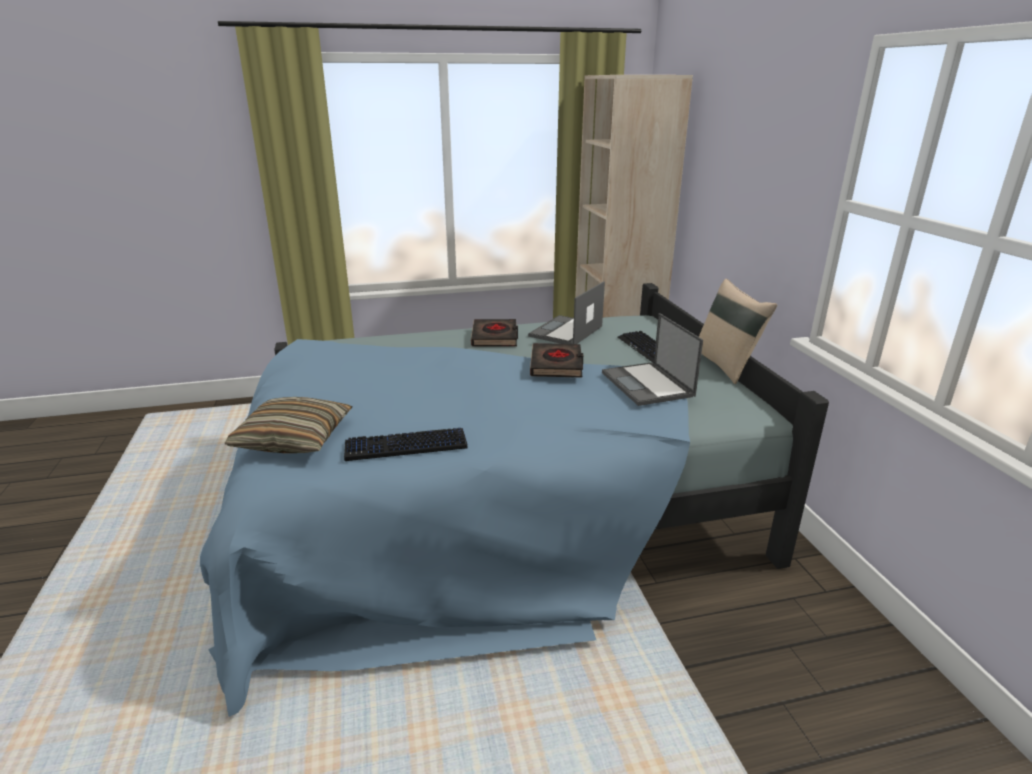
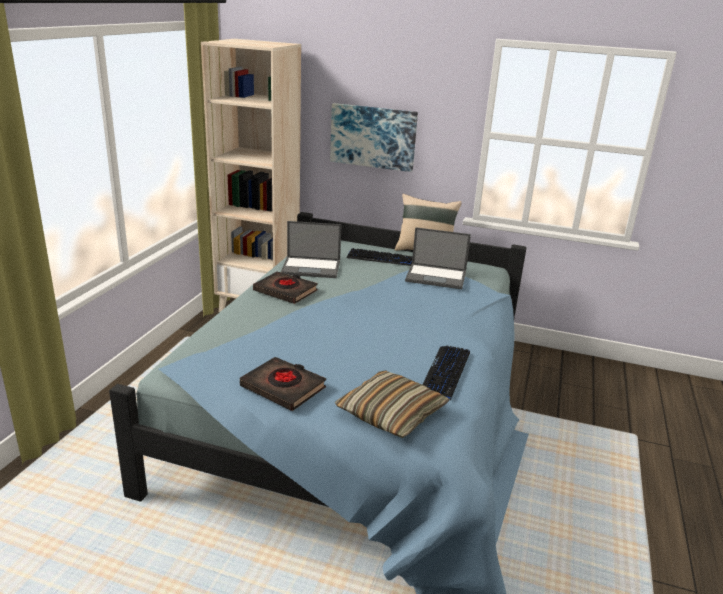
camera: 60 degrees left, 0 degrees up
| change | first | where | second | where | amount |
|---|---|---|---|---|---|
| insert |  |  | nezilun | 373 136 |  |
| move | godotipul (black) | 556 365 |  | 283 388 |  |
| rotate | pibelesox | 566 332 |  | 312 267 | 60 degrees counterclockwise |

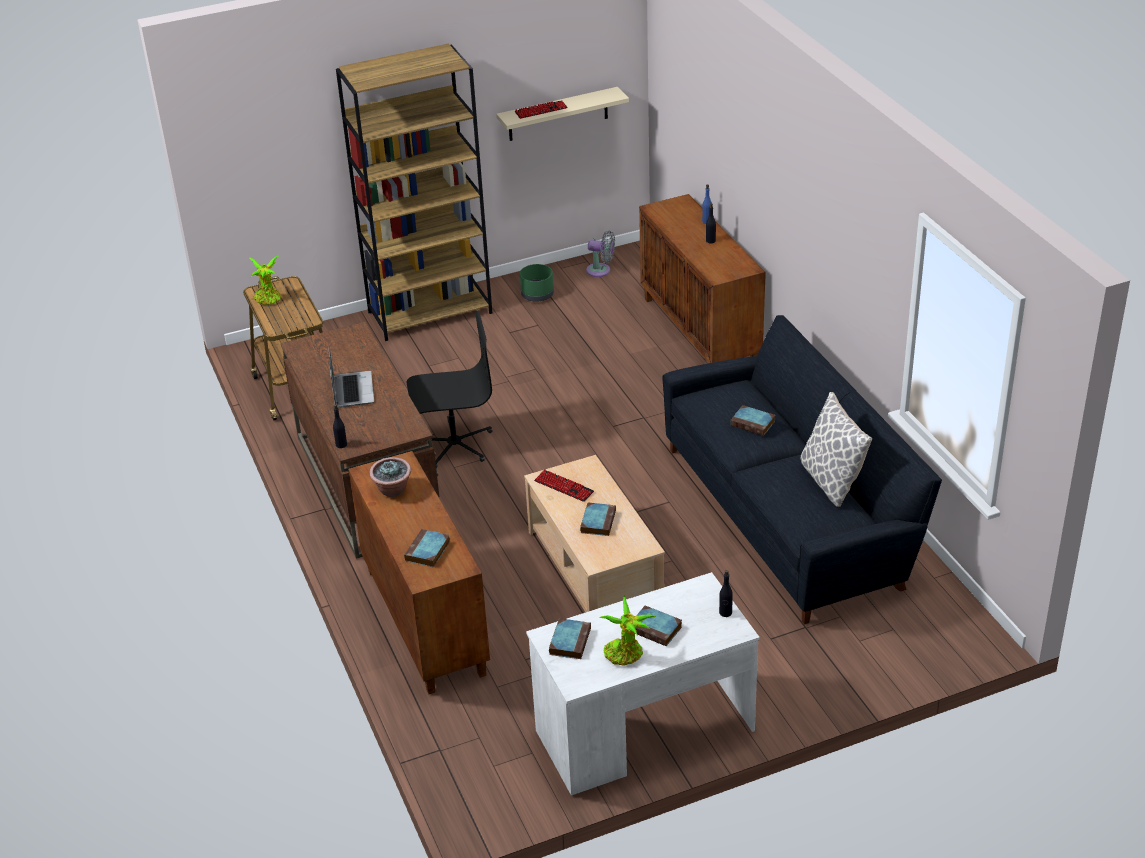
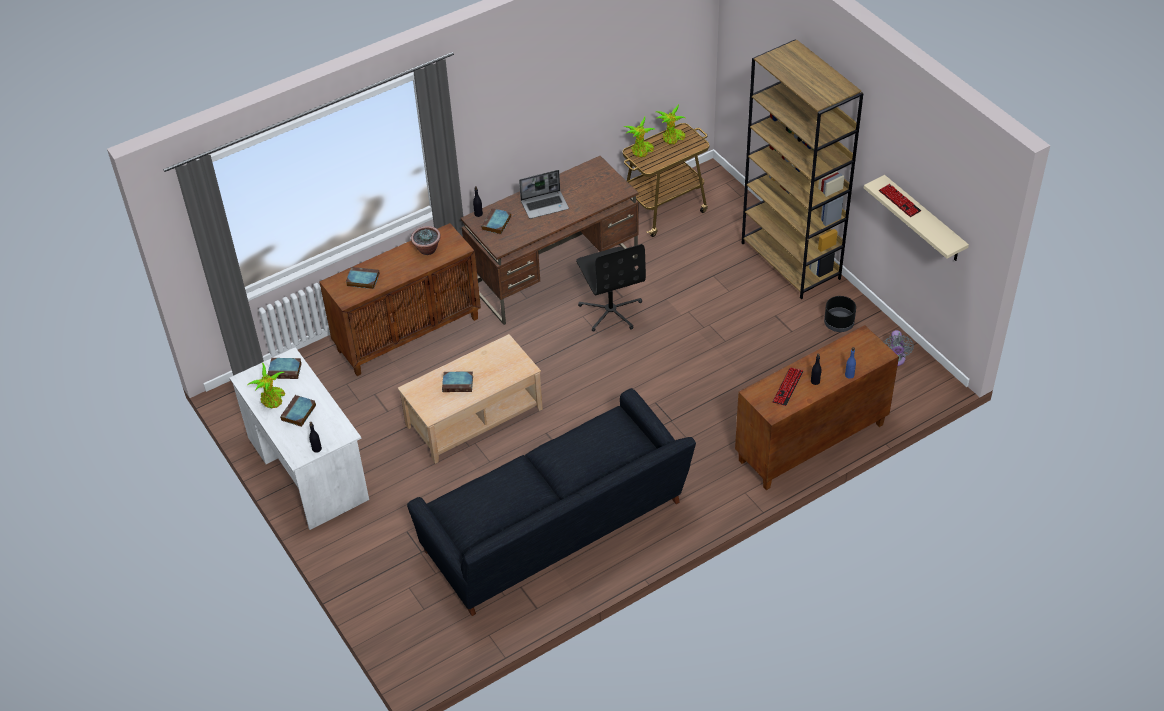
camera: 80 degrees right, 10 degrees up
| change | first | where | second | where | amount |
|---|---|---|---|---|---|
| delete | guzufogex | 831 480 |  |  |  |
| insert |  |  | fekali | 641 151 |  |
| move | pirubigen | 564 487 |  | 788 387 |  |
| move | godotipul | 753 423 |  | 496 224 |  |
| recolor | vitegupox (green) | 537 295 | vitegupox (black) | 839 323 |  |

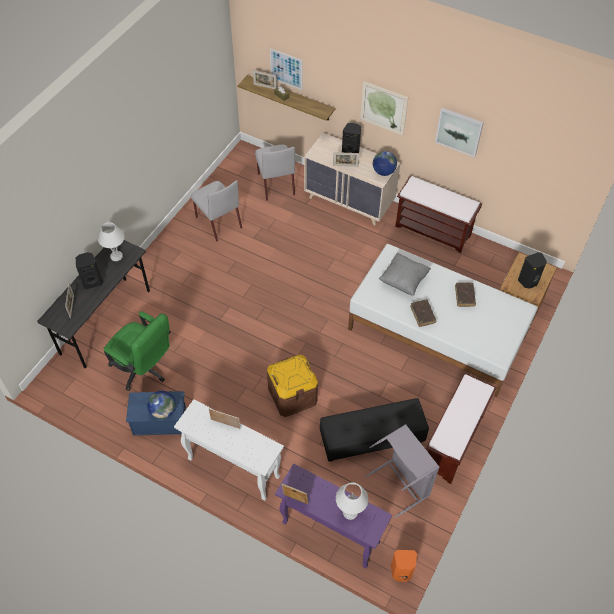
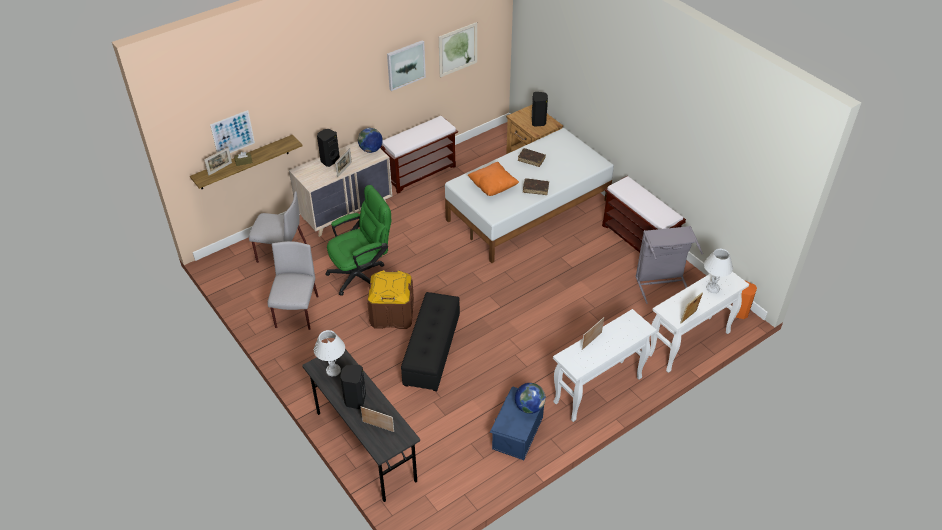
camera: 65 degrees left, 10 degrees down
| change | first | where | second | where | amount |
|---|---|---|---|---|---|
| move | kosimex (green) | 144 369 |  | 362 274 |  |
| move | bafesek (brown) | 292 395 |  | 392 314 |  |
| move | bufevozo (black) | 372 436 |  | 431 351 |  |
| move | nezilun | 383 108 |  | 458 49 |  |
| recolor | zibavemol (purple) | 329 532 | zibavemol (white) | 689 344 |  |
| recolor | guzufogex (grey) | 403 280 | guzufogex (orange) | 493 187 |  |
| rotate | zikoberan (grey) | 218 222 |  | 297 313 | 75 degrees counterclockwise |

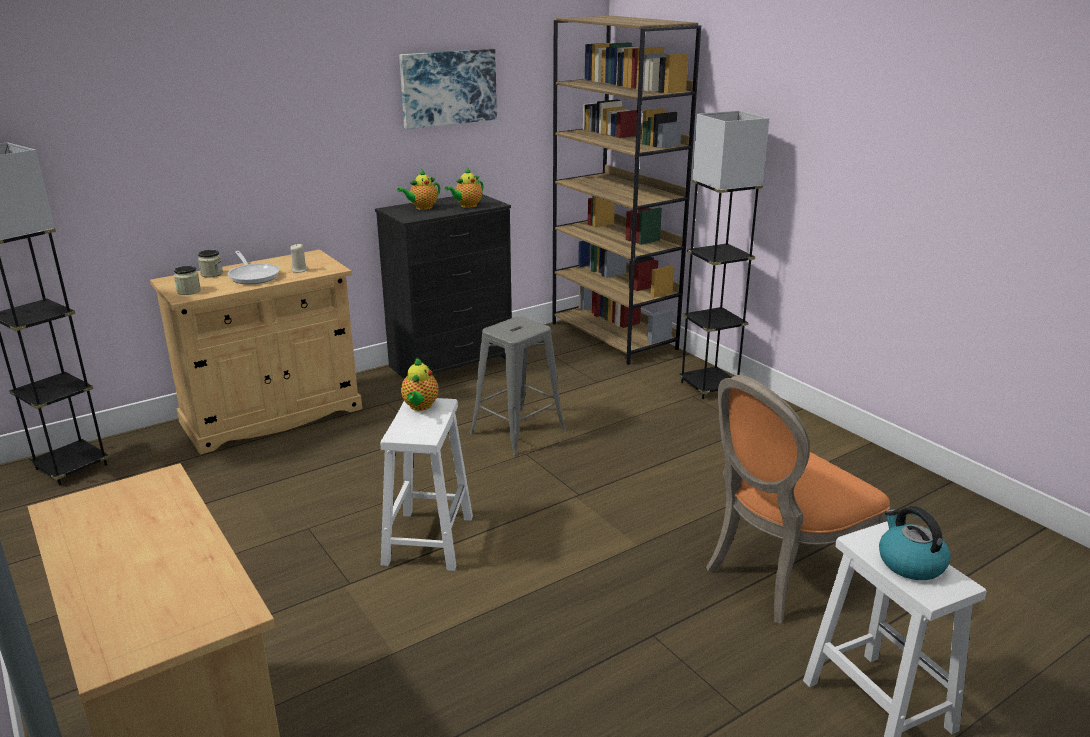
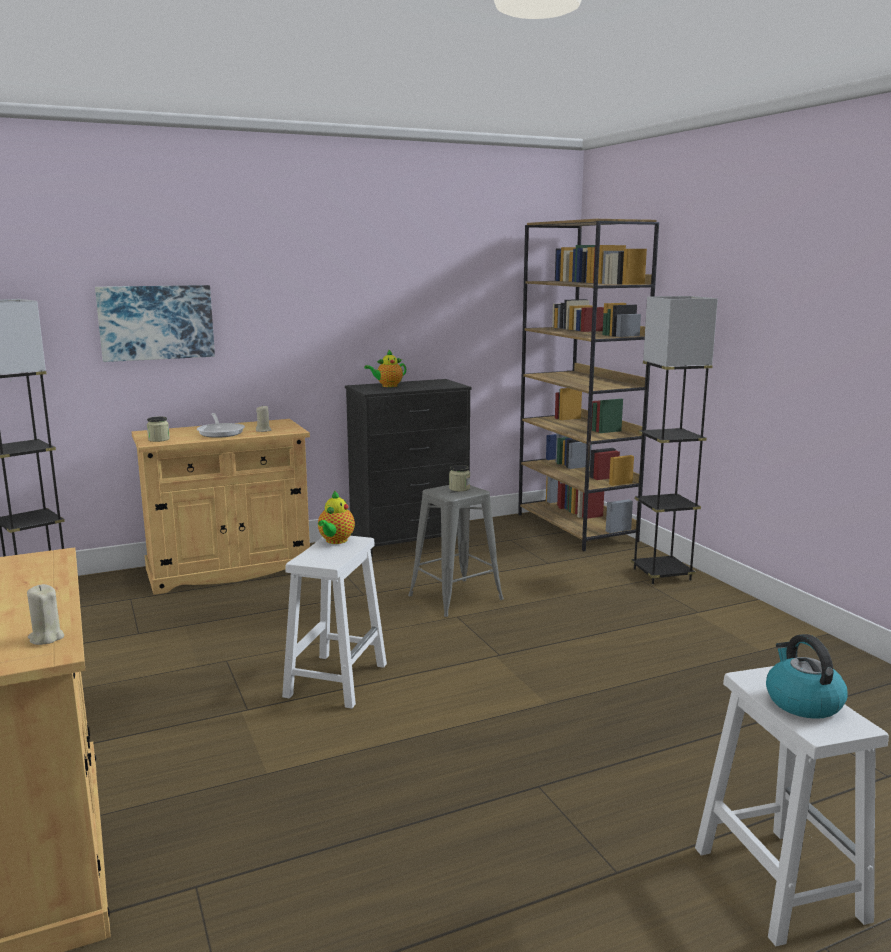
camera: 10 degrees right, 10 degrees down
| change | first | where | second | where | amount |
|---|---|---|---|---|---|
| delete | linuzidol | 467 206 |  |  |  |
| delete | zikoberan (orange) | 779 576 |  |  |  |
| insert |  |  | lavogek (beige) | 46 638 |  |
| move | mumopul | 212 274 |  | 459 488 |  |
| move | nezilun | 448 87 |  | 156 322 |  |

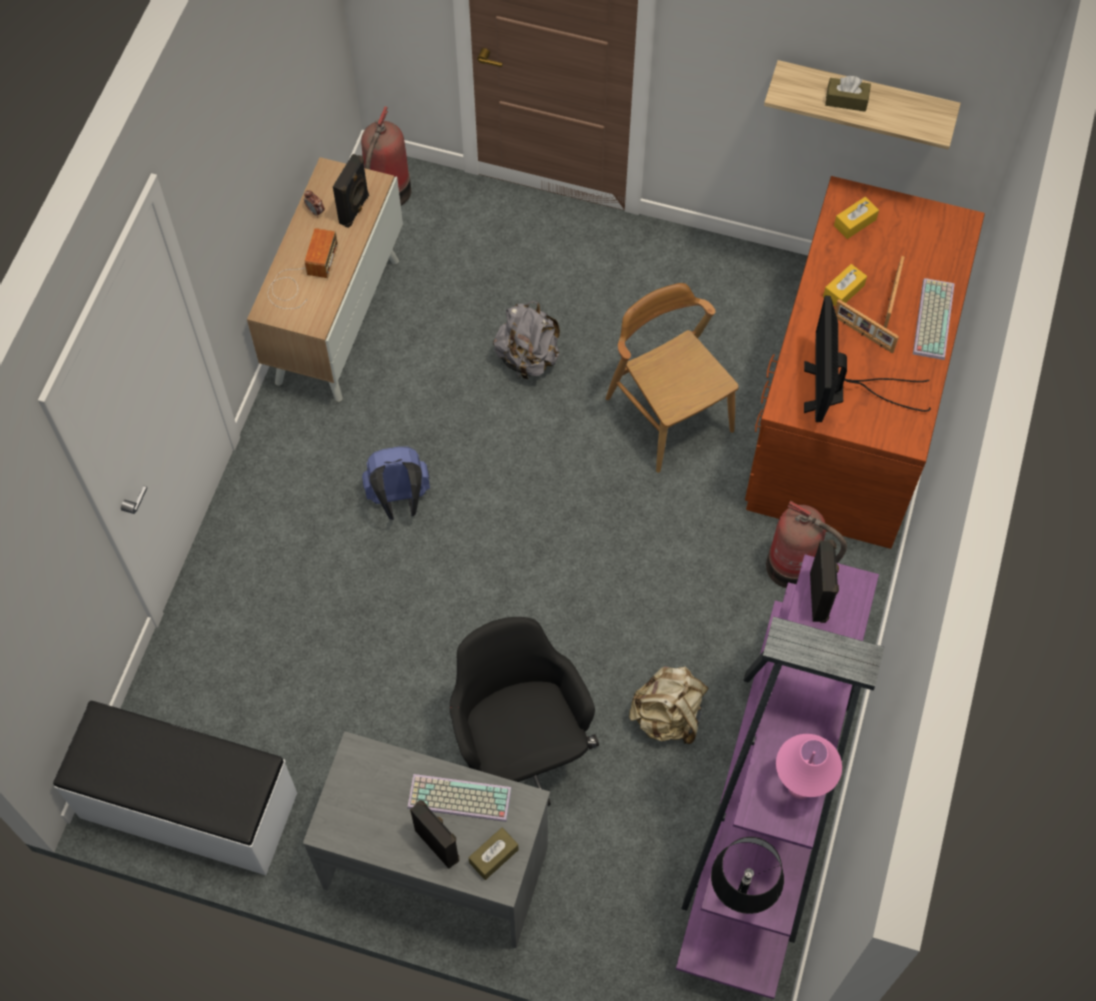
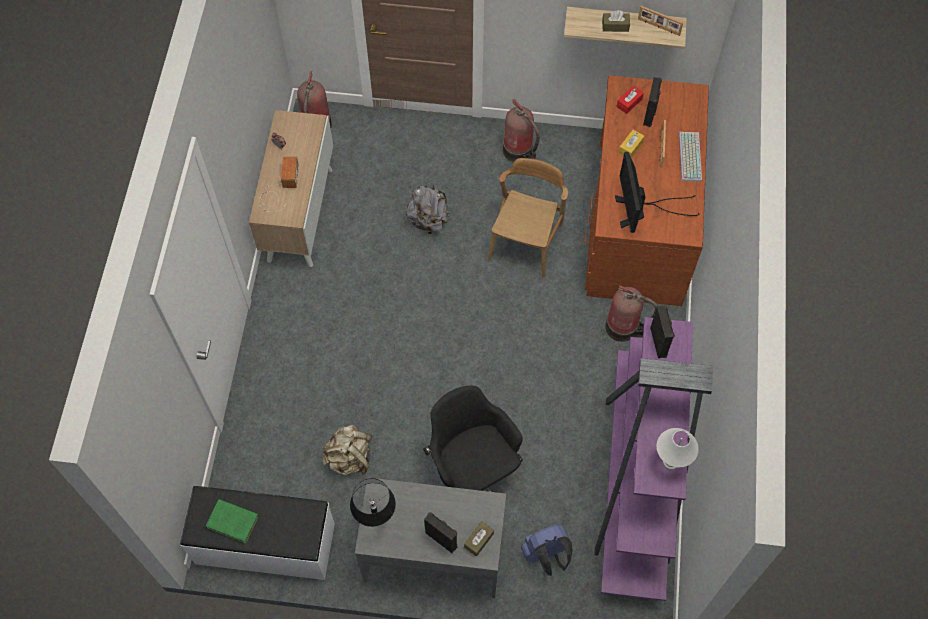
camera: 10 degrees left, 0 degrees up
| change | first | where | second | where | amount |
|---|---|---|---|---|---|
| delete | pirubigen | 458 799 |  |  |  |
| insert |  |  | godotipul (green) | 234 522 |  |
| insert |  |  | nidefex | 519 152 |  |
| move | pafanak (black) | 355 210 |  | 650 114 |  |
| move | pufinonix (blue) | 399 500 |  | 546 555 |  |
| move | pufinonix (beige) | 668 716 |  | 350 458 |  |
| move | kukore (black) | 738 900 |  | 376 521 |  |
| move | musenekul | 862 334 |  | 658 27 |  |
| recolor | kukore (pink) | 800 787 | kukore (white) | 670 462 |  |
| recolor | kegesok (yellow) | 855 222 | kegesok (red) | 629 103 |  |
| rotate | zikoberan (brown) | 669 414 |  | 526 242 | 60 degrees clockwise |

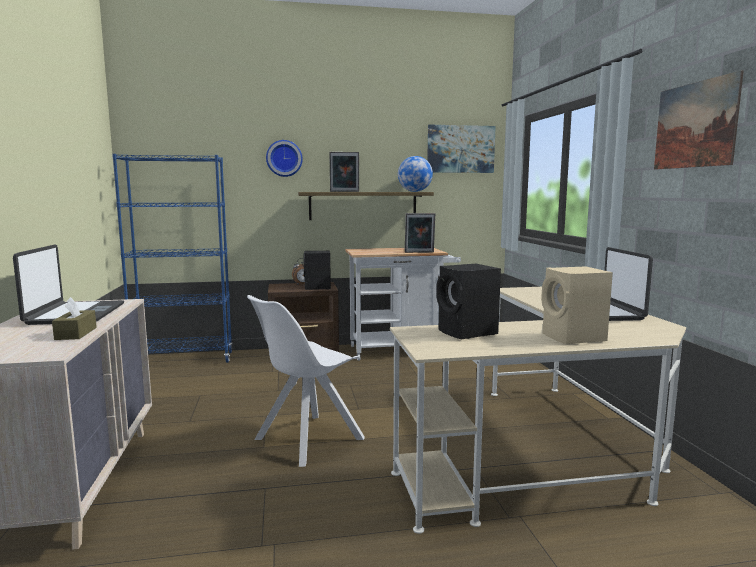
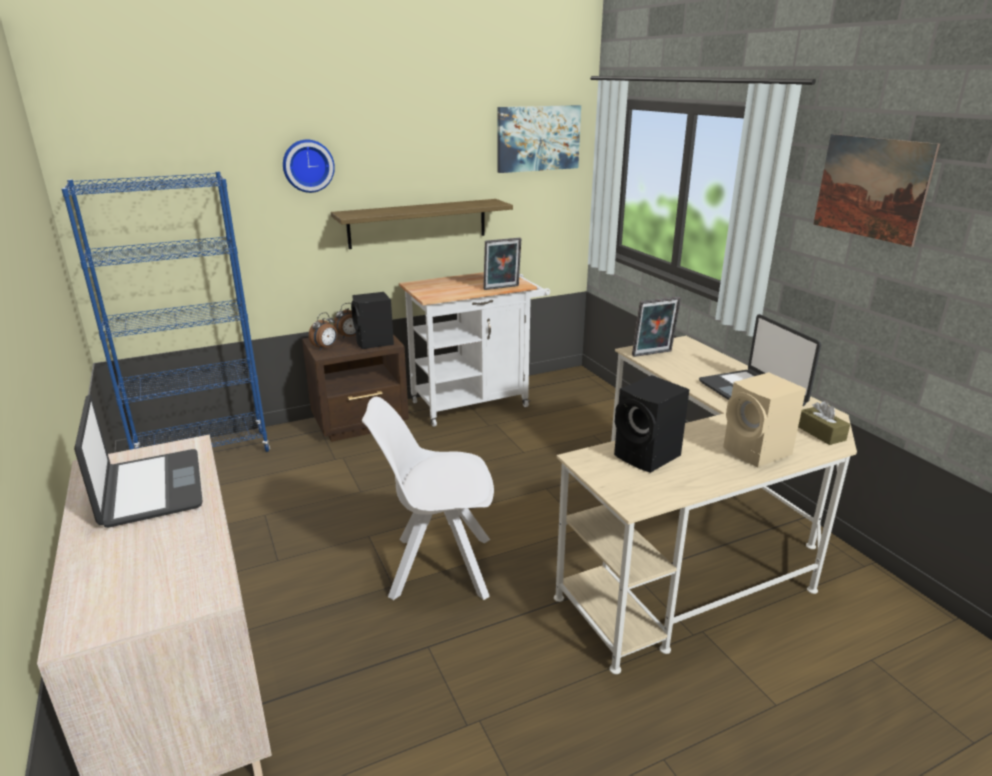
camera: 15 degrees left, 15 degrees up
| change | first | where | second | where | amount |
|---|---|---|---|---|---|
| delete | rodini | 414 191 |  |  |  |
| insert |  |  | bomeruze | 325 347 |  |
| move | kegesok (brown) | 76 333 |  | 820 433 |  |
| move | musenekul | 344 191 |  | 653 354 |  |
| rotate | zikoberan (white) | 306 440 |  | 437 567 | 60 degrees clockwise |

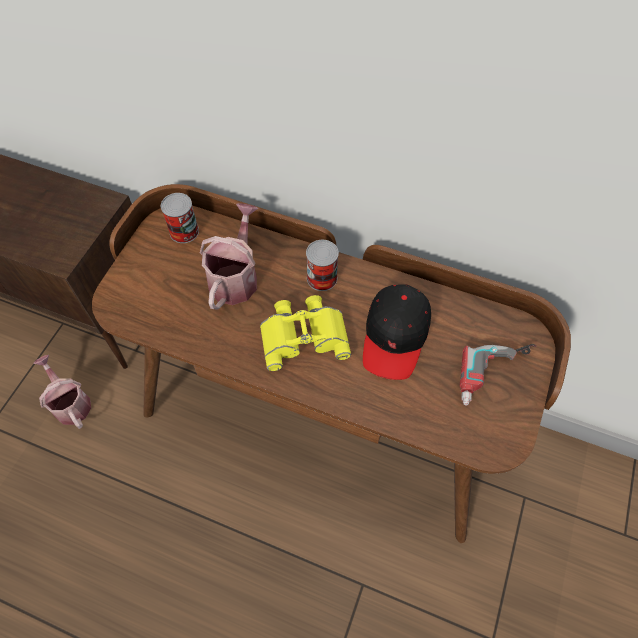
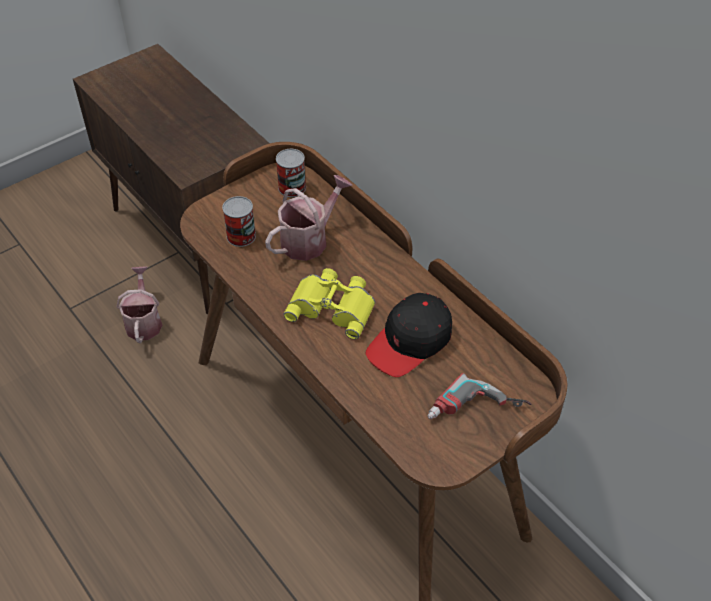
camera: 30 degrees right, 10 degrees down
| change | first | where | second | where | amount |
|---|---|---|---|---|---|
| move | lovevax | 322 278 |  | 241 236 |  |

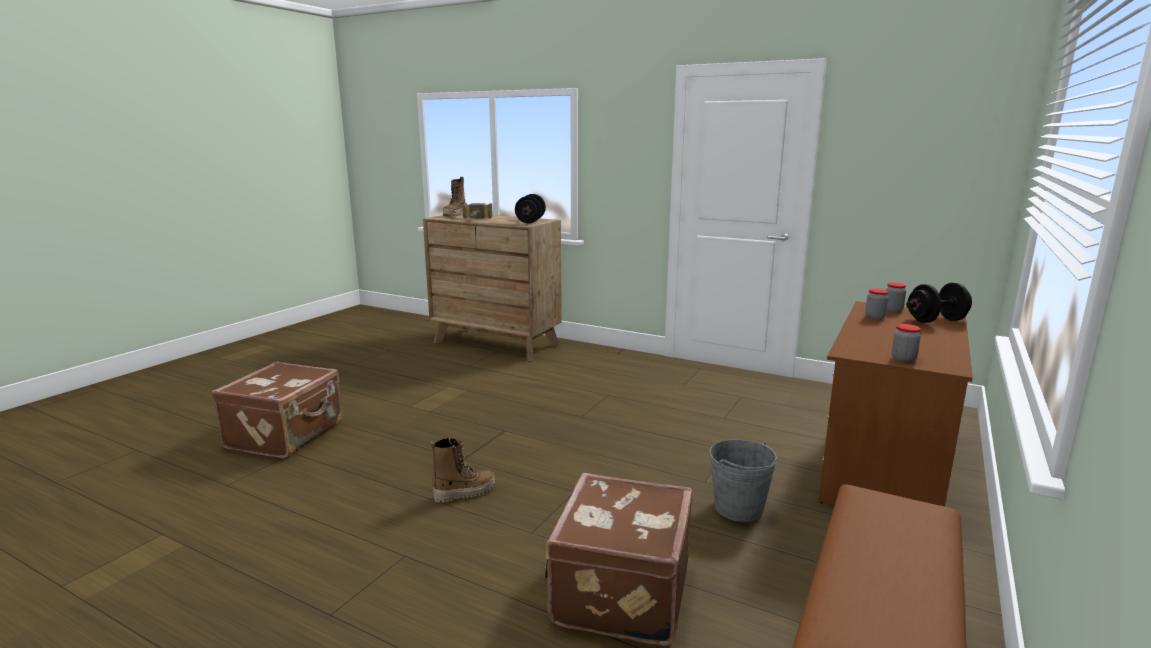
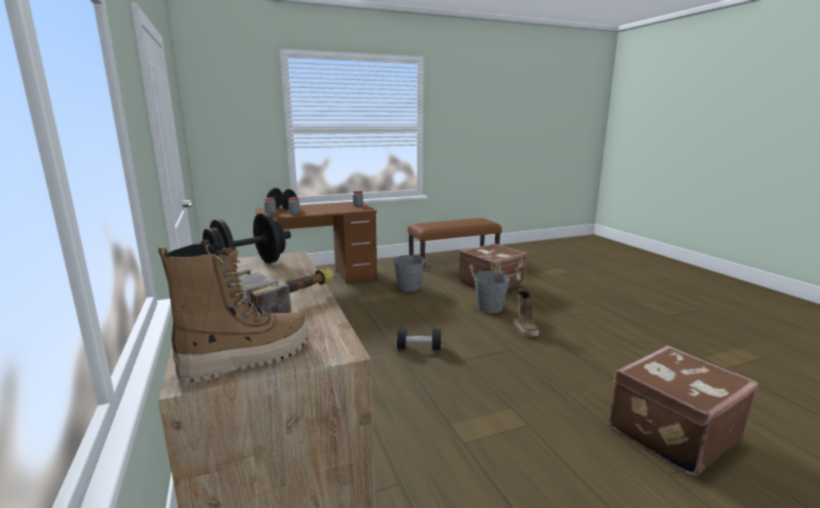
camera: 140 degrees left, 0 degrees up
| change | first | where | second | where | amount |
|---|---|---|---|---|---|
| insert |  |  | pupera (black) | 419 348 |  |
| insert |  |  | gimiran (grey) | 489 308 |  |
| rotate | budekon | 464 492 |  | 525 330 | 120 degrees counterclockwise |

